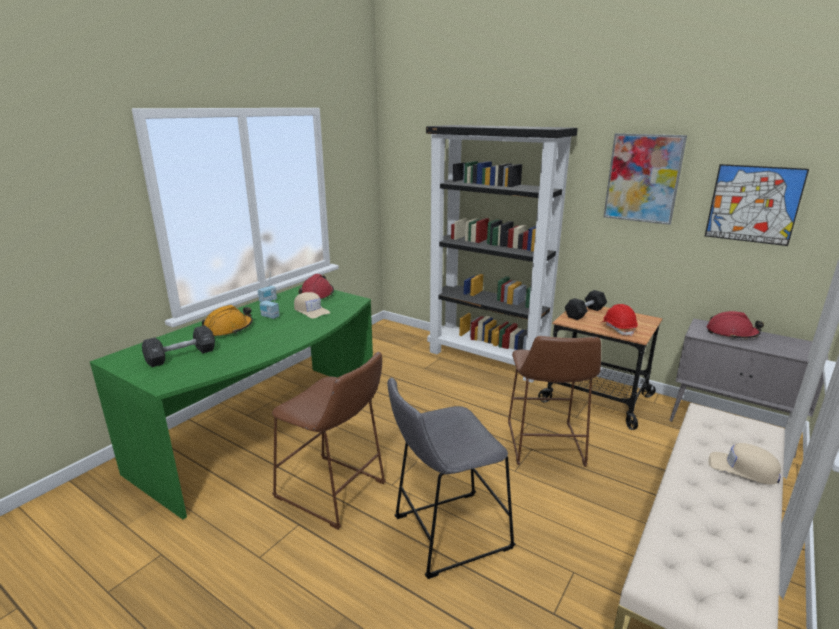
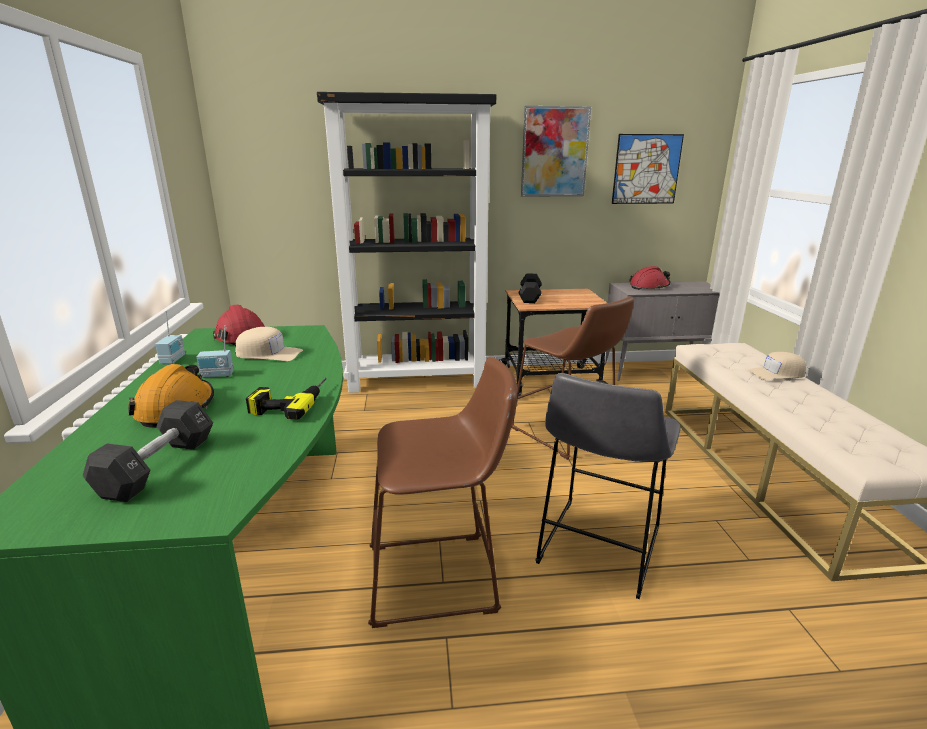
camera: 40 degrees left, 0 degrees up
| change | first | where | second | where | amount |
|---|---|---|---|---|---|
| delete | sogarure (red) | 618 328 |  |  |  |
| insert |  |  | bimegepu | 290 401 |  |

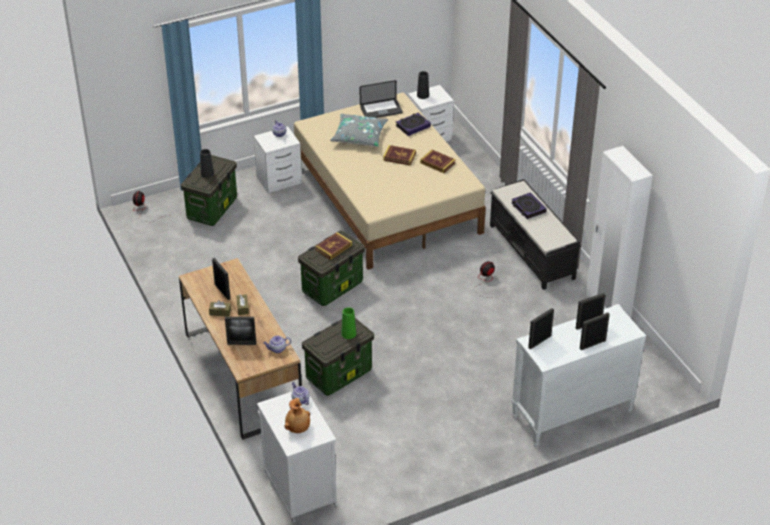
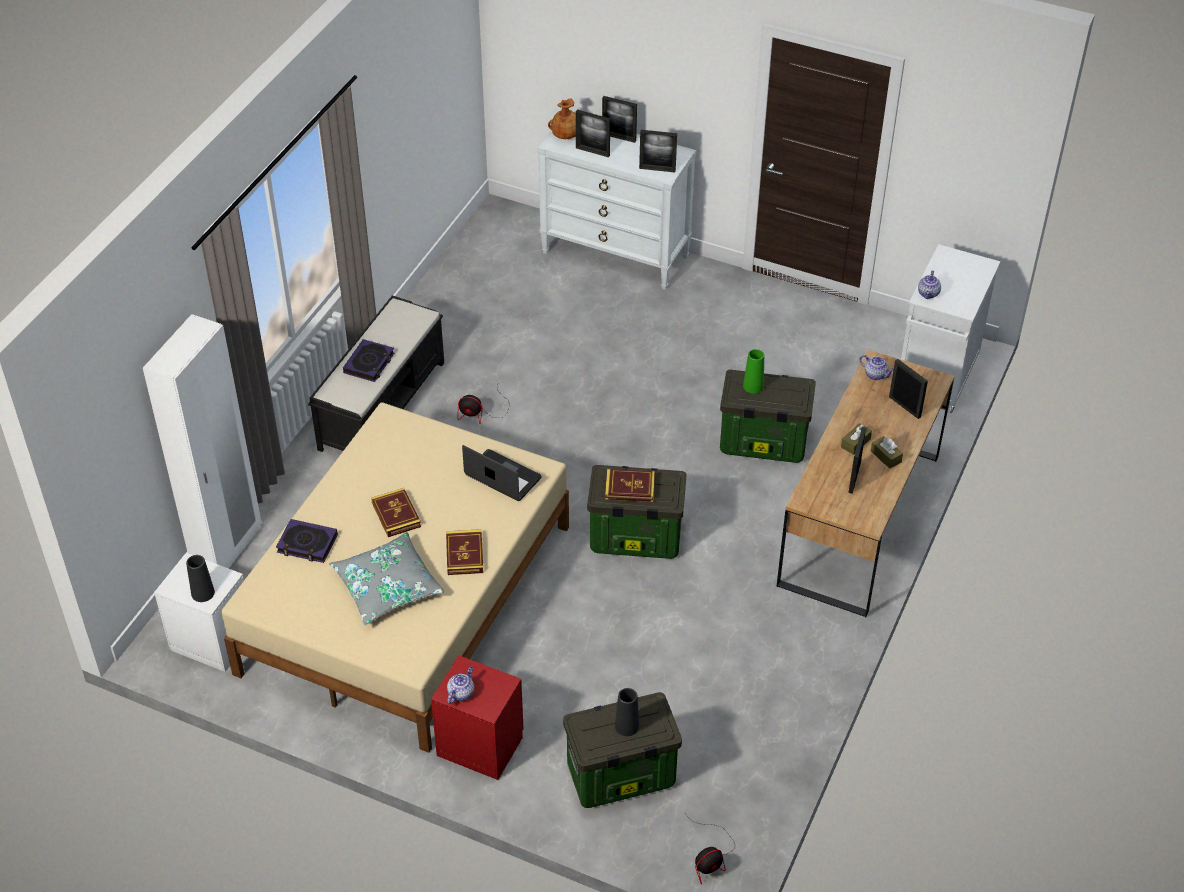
camera: 130 degrees left, 5 degrees up
| change | first | where | second | where | amount |
|---|---|---|---|---|---|
| move | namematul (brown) | 298 428 |  | 565 136 |  |
| move | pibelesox | 381 110 |  | 503 476 |  |
| move | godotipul | 437 163 |  | 464 554 |  |
| move | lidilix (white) | 607 307 |  | 228 549 |  |
| recolor | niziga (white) | 280 180 | niziga (red) | 479 744 |  |

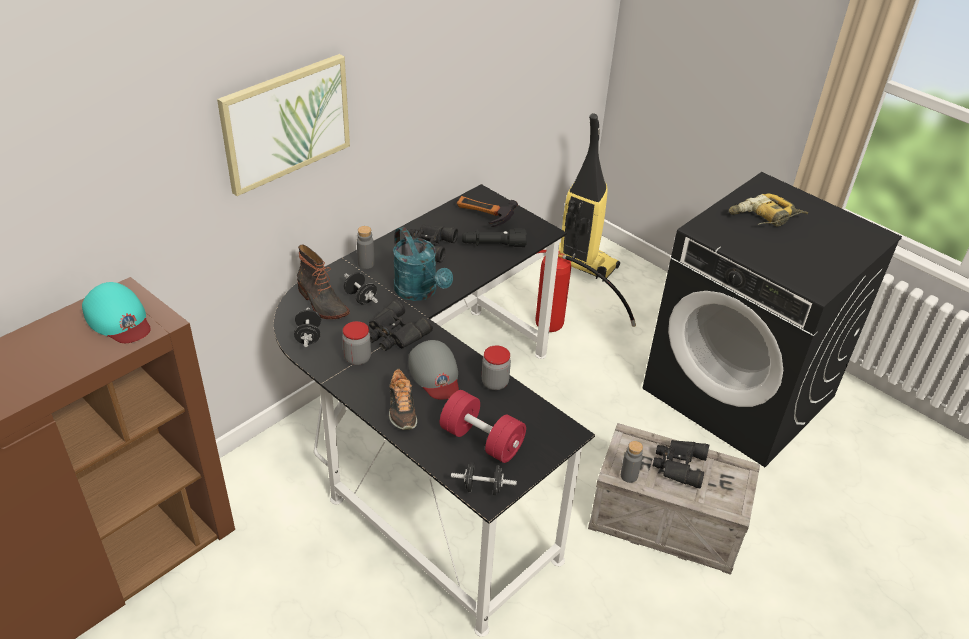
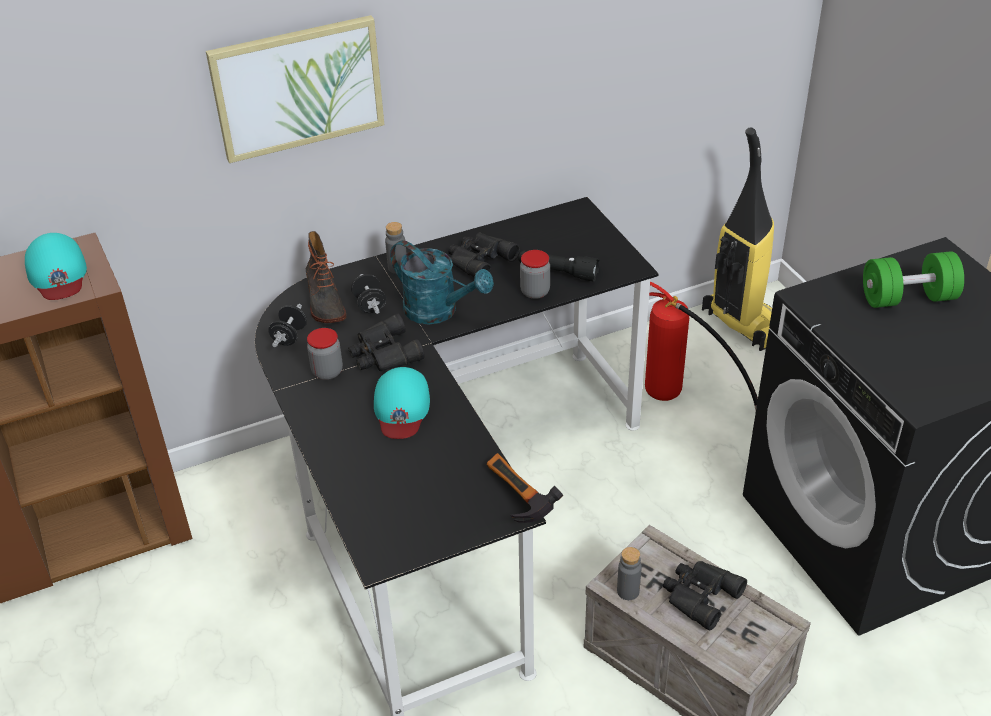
camera: 25 degrees right, 0 degrees up
| change | first | where | second | where | amount |
|---|---|---|---|---|---|
| delete | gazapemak | 401 409 |  |  |  |
| delete | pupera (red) | 481 440 |  |  |  |
| delete | pupera (black) | 483 488 |  |  |  |
| move | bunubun | 482 219 |  | 514 500 |  |
| move | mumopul | 495 383 |  | 535 292 |  |
| replace | bimegepu | 764 218 | pupera (green) | 907 298 |  |
| recolor | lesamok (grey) | 435 374 | lesamok (turquoise) | 401 408 |  |
| rotate | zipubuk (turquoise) | 420 292 |  | 439 311 | 45 degrees counterclockwise |

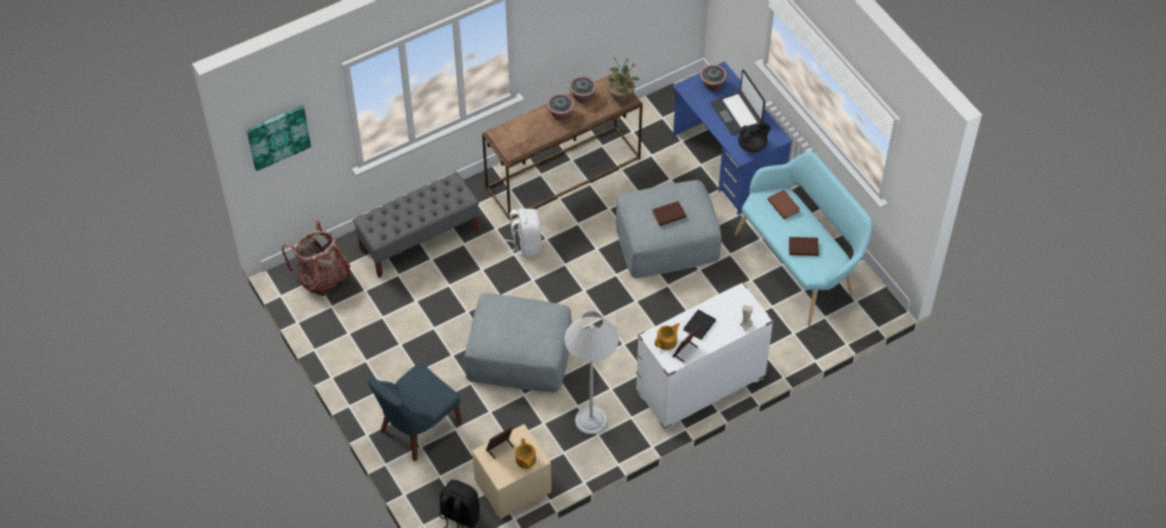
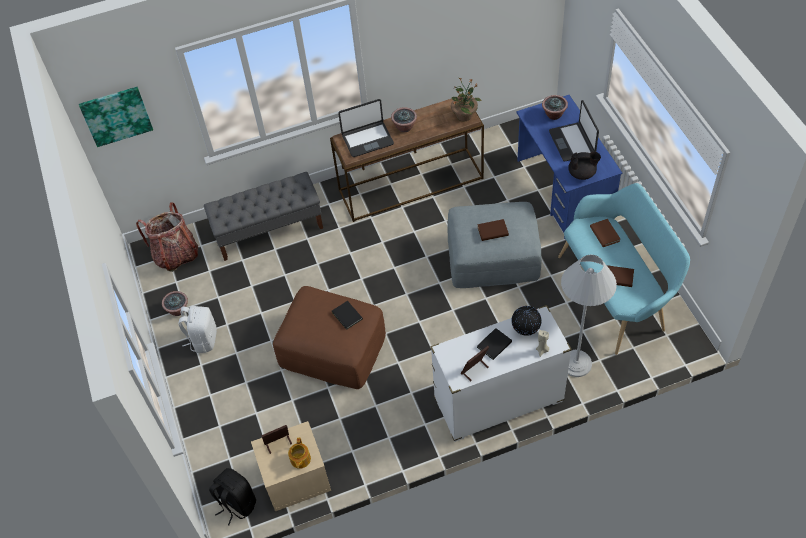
camera: 15 degrees right, 0 degrees up
| change | first | where | second | where | amount |
|---|---|---|---|---|---|
| delete | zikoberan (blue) | 417 429 |  |  |  |
| delete | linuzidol | 667 341 |  |  |  |
| insert |  |  | godotipul (black) | 347 316 |  |
| insert |  |  | pibelesox | 367 139 |  |
| insert |  |  | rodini | 525 330 |  |
| move | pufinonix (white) | 525 244 |  | 203 339 |  |
| move | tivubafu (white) | 590 420 |  | 576 363 |  |
| move | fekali | 582 97 |  | 178 310 |  |
| recolor | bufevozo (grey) | 519 355 | bufevozo (brown) | 333 348 |  |

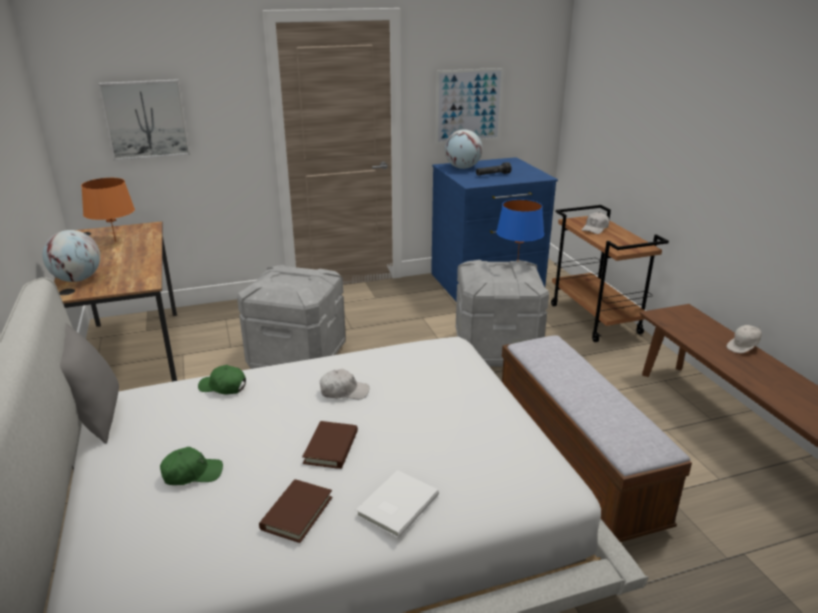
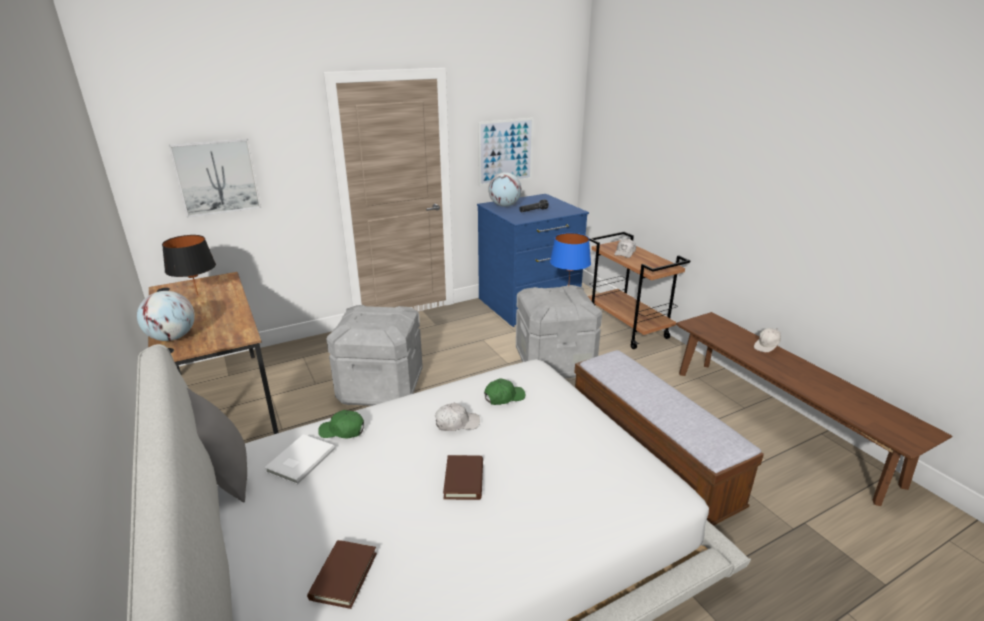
camera: 10 degrees left, 0 degrees up
| change | first | where | second | where | amount |
|---|---|---|---|---|---|
| move | lesamok (green) | 192 473 |  | 504 397 |  |
| move | godotipul (brown) | 297 513 |  | 343 576 |  |
| move | godotipul (white) | 395 505 |  | 299 460 |  |
| recolor | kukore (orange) | 115 241 | kukore (black) | 197 295 |  |

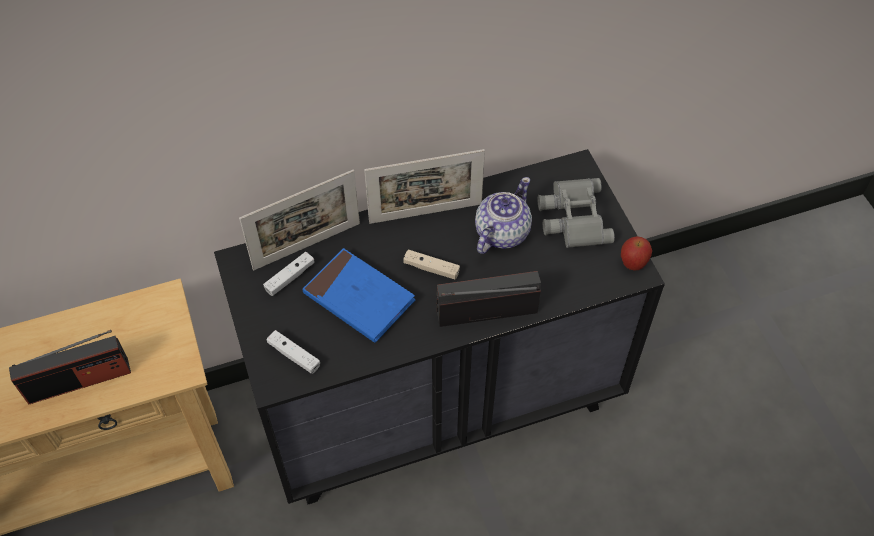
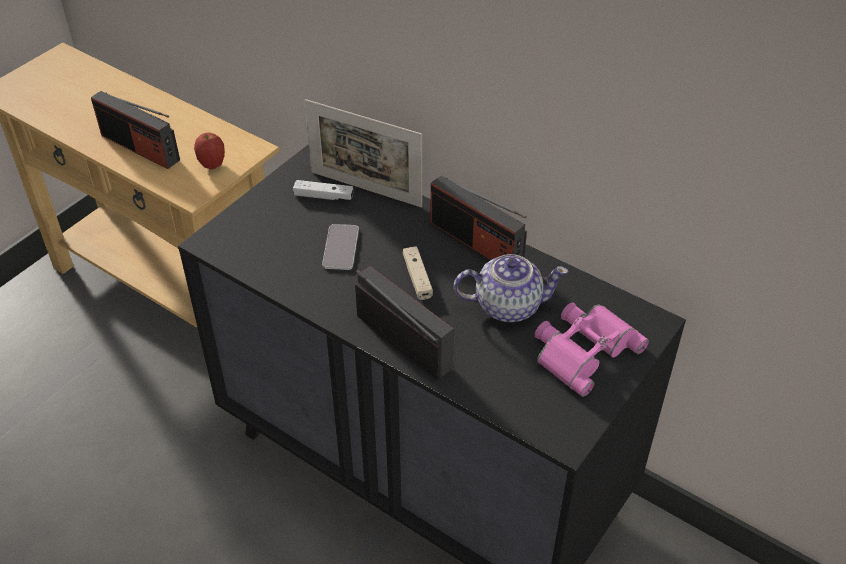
camera: 55 degrees right, 10 degrees down
| change | first | where | second | where | amount |
|---|---|---|---|---|---|
| delete | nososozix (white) | 294 355 |  |  |  |
| move | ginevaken | 632 264 |  | 212 165 |  |
| replace | godotipul (blue) | 359 298 | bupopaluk | 340 248 |  |
| replace | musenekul | 425 213 | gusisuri | 476 242 |  |
| recolor | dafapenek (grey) | 572 217 | dafapenek (pink) | 583 349 |  |

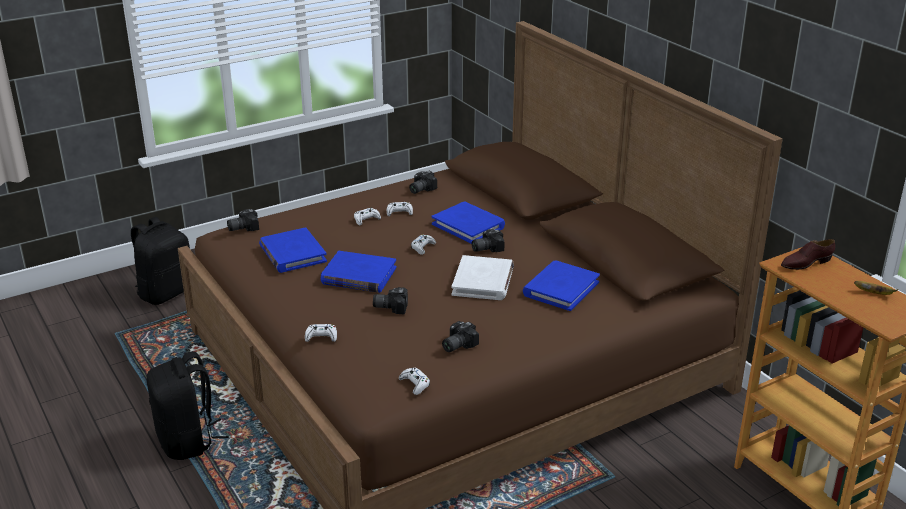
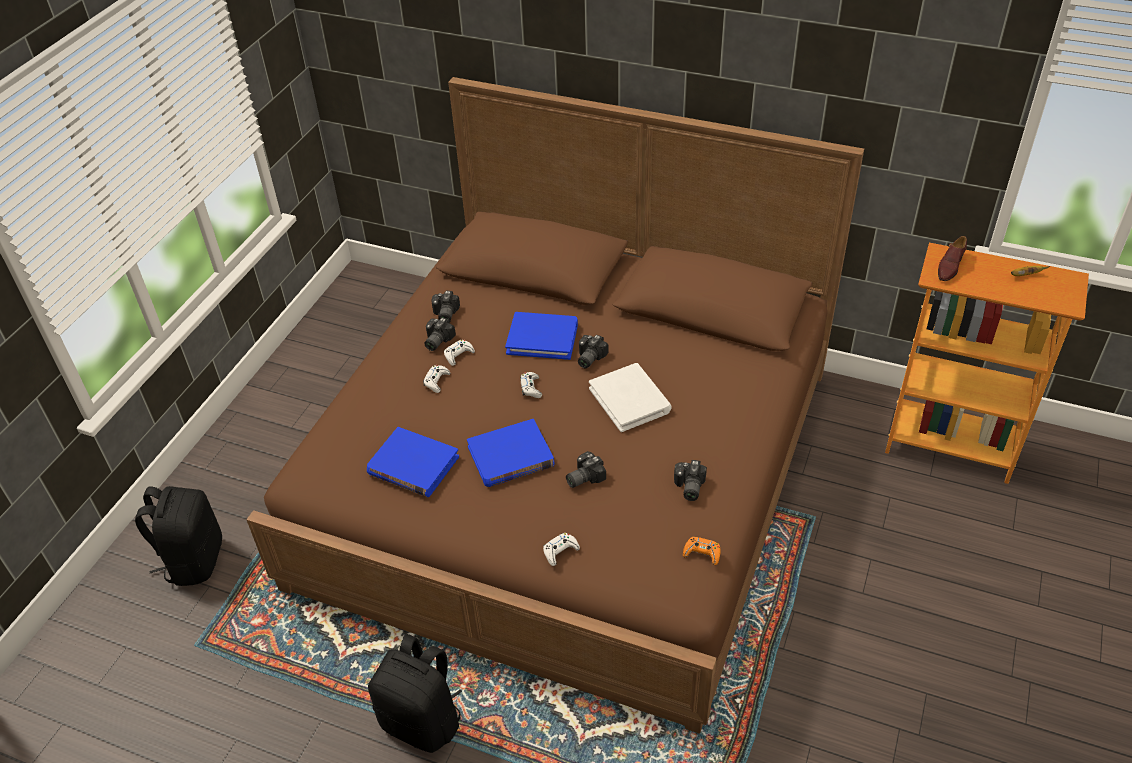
camera: 35 degrees left, 15 degrees up
| change | first | where | second | where | amount |
|---|---|---|---|---|---|
| delete | godotipul (blue) | 561 288 |  |  |  |
| move | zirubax | 242 227 |  | 436 341 |  |
| recolor | nososozix (white) | 415 384 | nososozix (orange) | 702 553 |  |

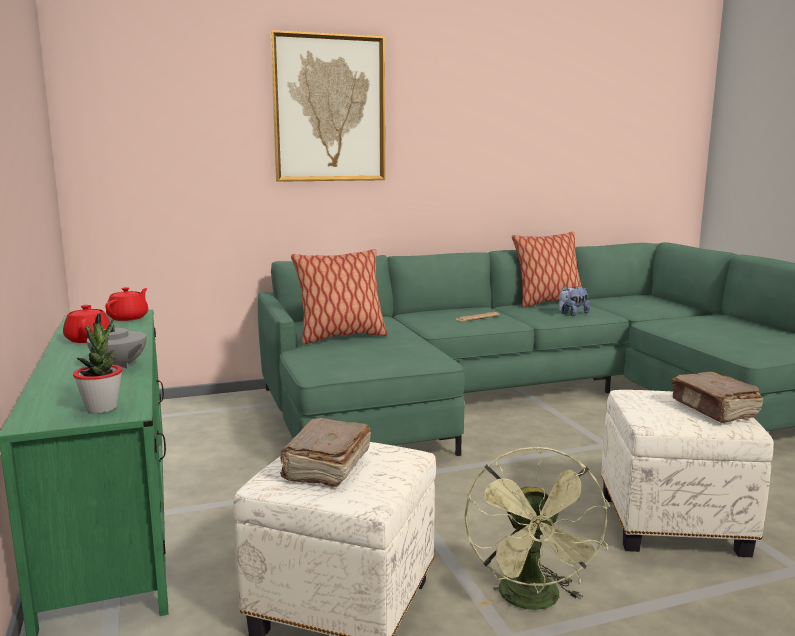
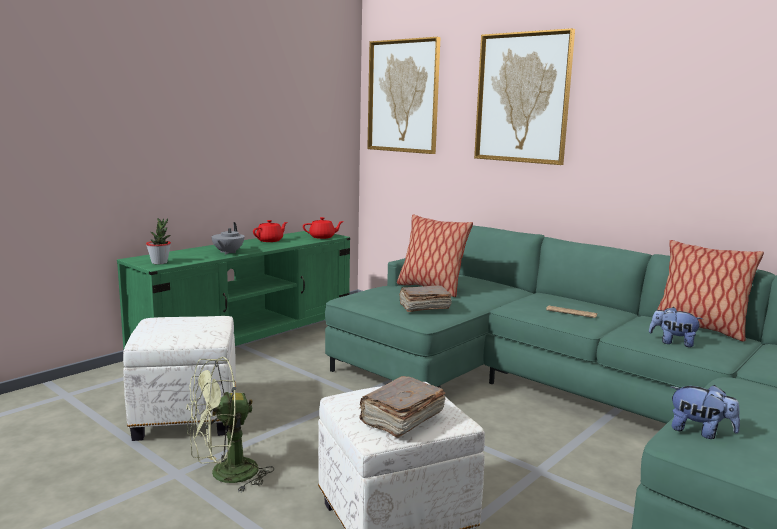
camera: 60 degrees right, 0 degrees up
| change | first | where | second | where | amount |
|---|---|---|---|---|---|
| insert |  |  | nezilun | 403 96 |  |
| insert |  |  | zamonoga | 700 432 |  |
| move | godotipul (brown) | 326 467 |  | 423 307 |  |

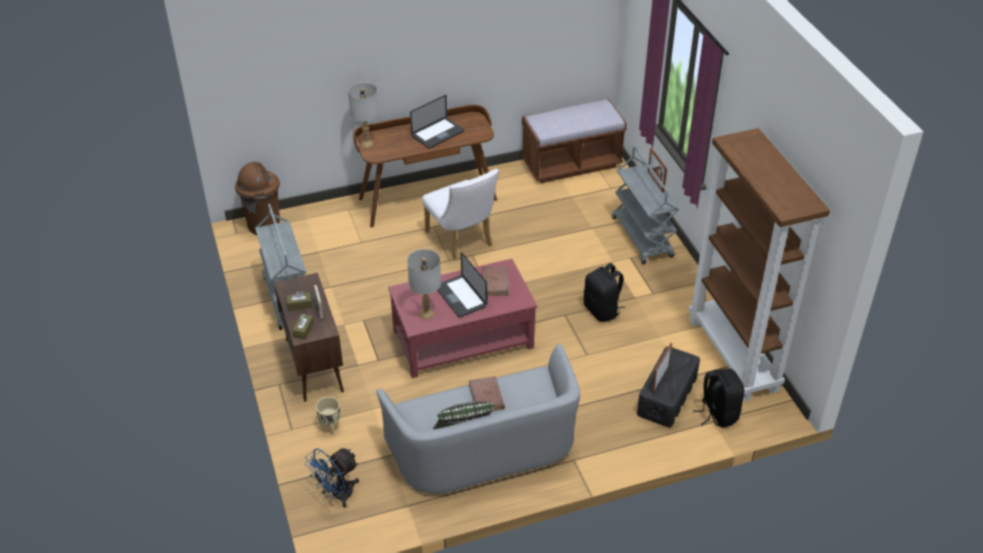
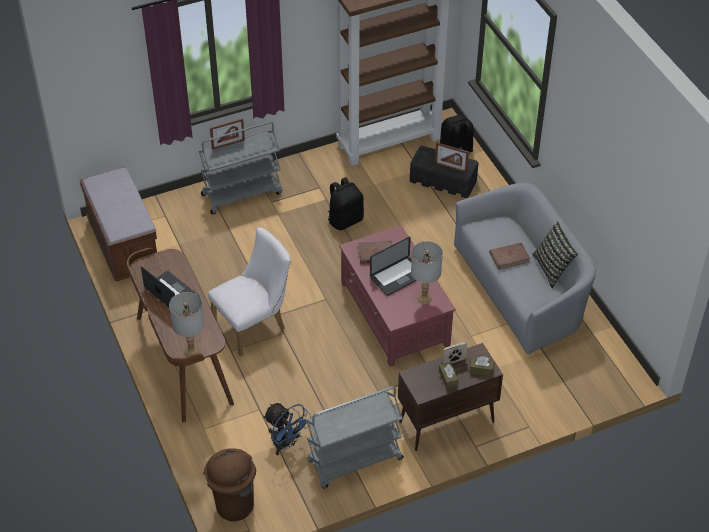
camera: 95 degrees left, 5 degrees up
| change | first | where | second | where | amount |
|---|---|---|---|---|---|
| delete | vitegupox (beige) | 330 426 |  |  |  |
| move | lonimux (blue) | 337 495 |  | 286 444 |  |

